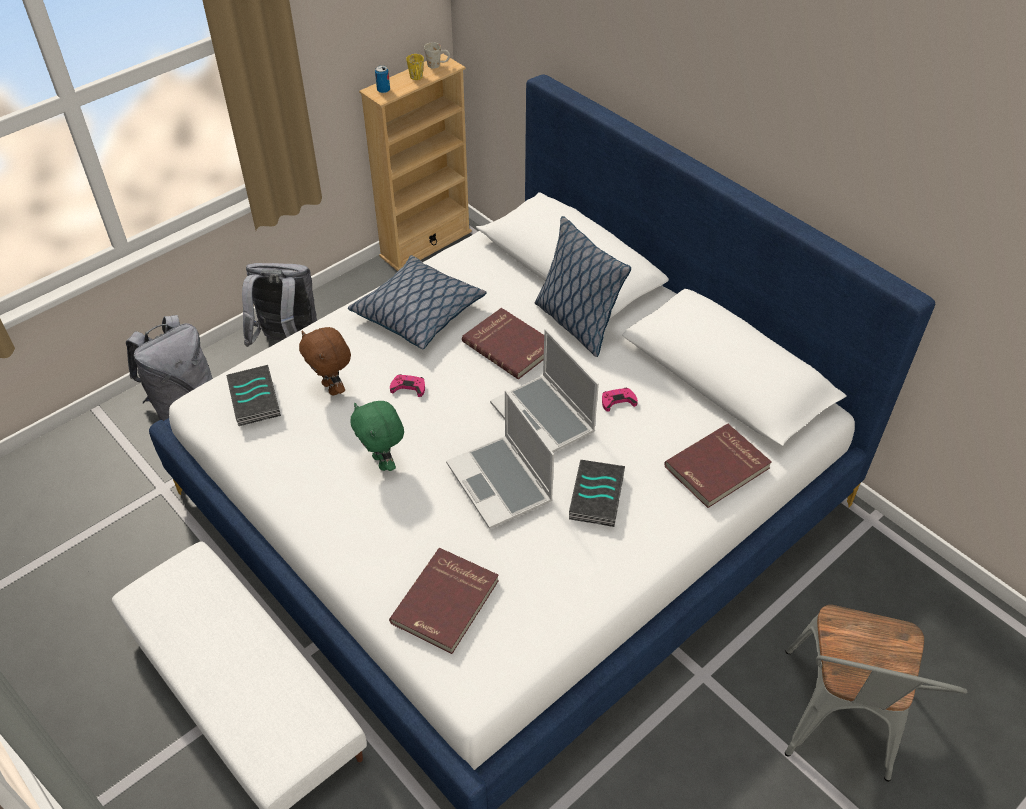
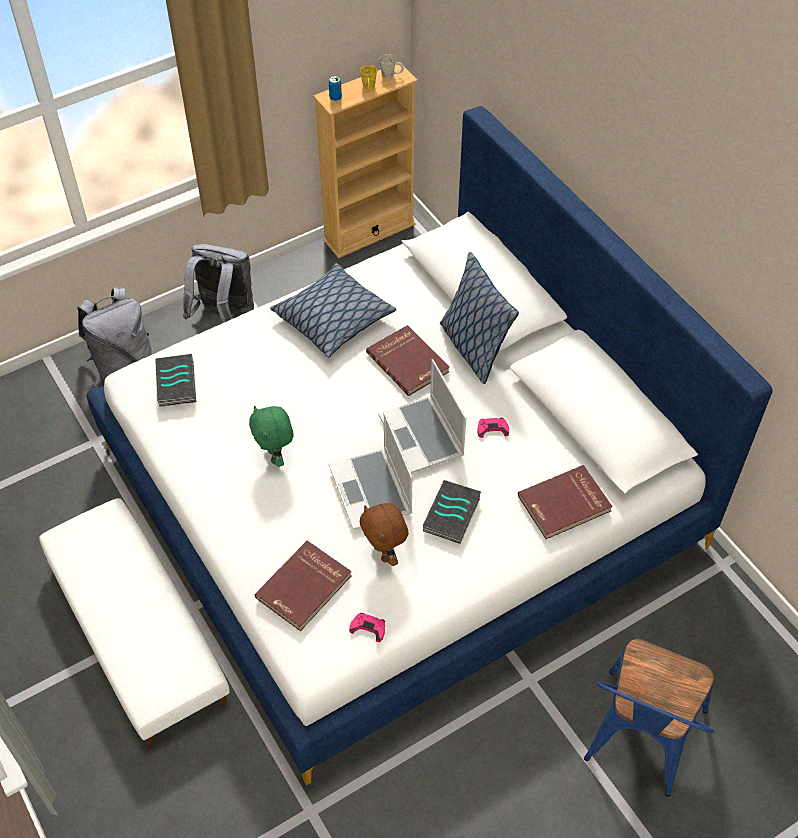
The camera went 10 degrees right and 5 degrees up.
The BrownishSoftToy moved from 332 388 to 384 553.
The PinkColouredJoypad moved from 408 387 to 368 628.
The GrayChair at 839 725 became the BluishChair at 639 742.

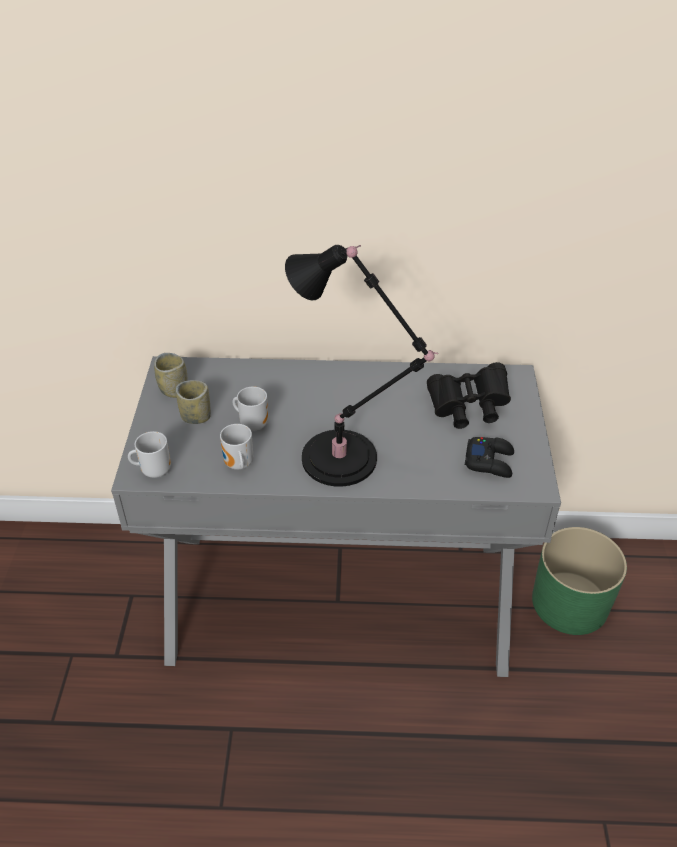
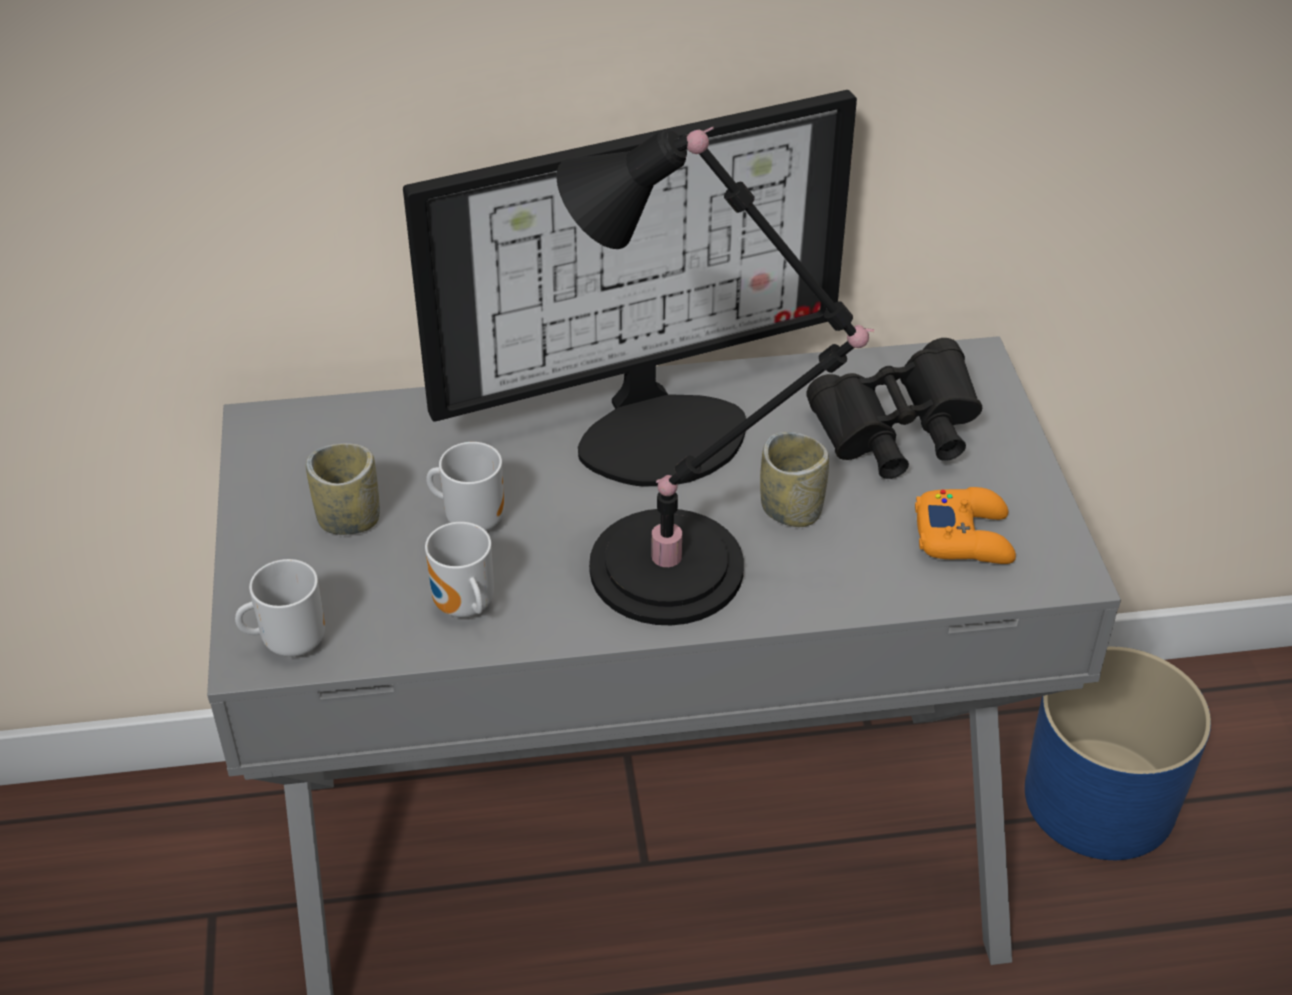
The camera went 10 degrees left and 0 degrees up.
The ComputerScreen at 659 427 appeared.
The SmallCup moved from 173 390 to 791 510.
The BlackJoypad at 489 461 became the OrangeJoypad at 965 536.
The GreenishPlanter at 570 602 became the BluishPlanter at 1101 798.

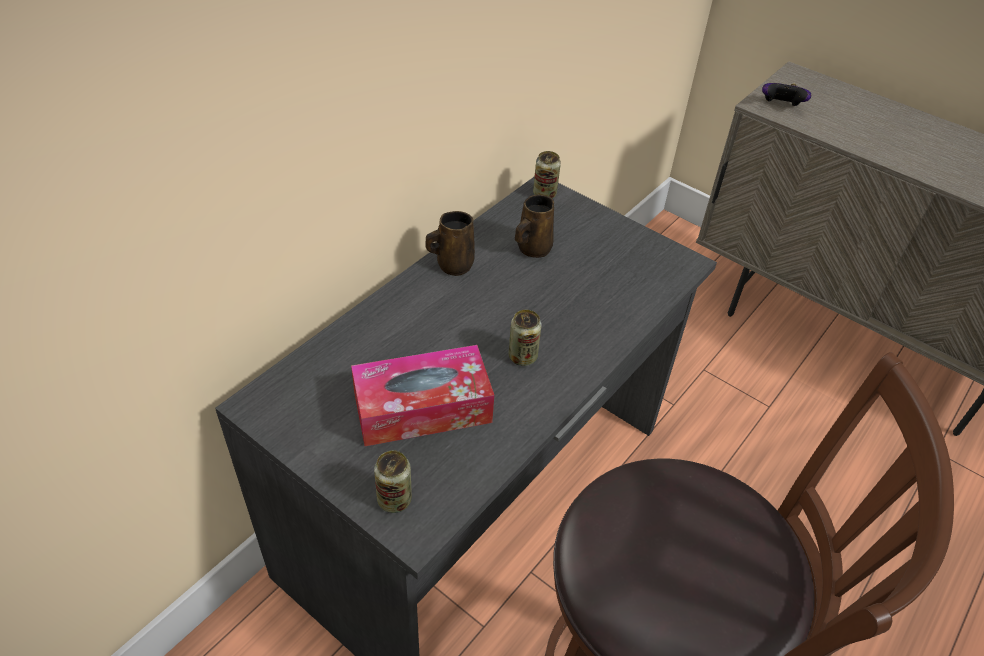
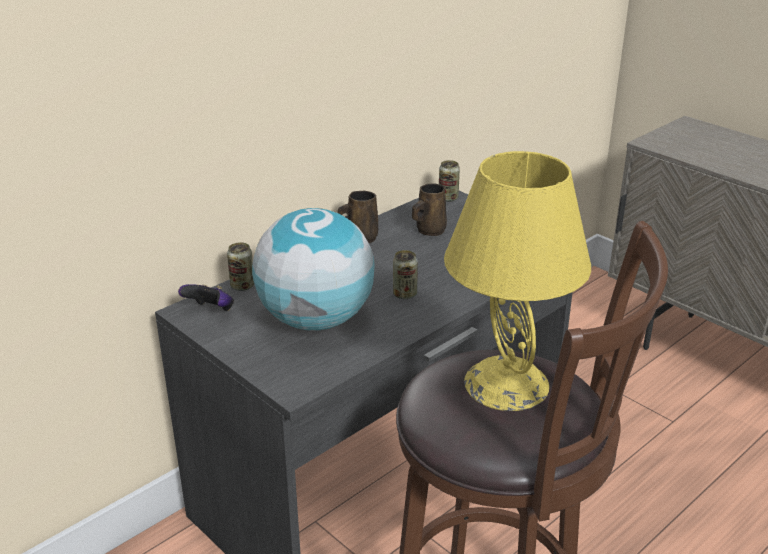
The camera went 10 degrees right and 15 degrees down.
The YellowTableLamp at 505 383 appeared.
The SealedCan moved from 394 499 to 242 286.
The Joypad moved from 780 107 to 211 311.
The TissueBox at 422 408 was replaced by the Globe at 316 320.

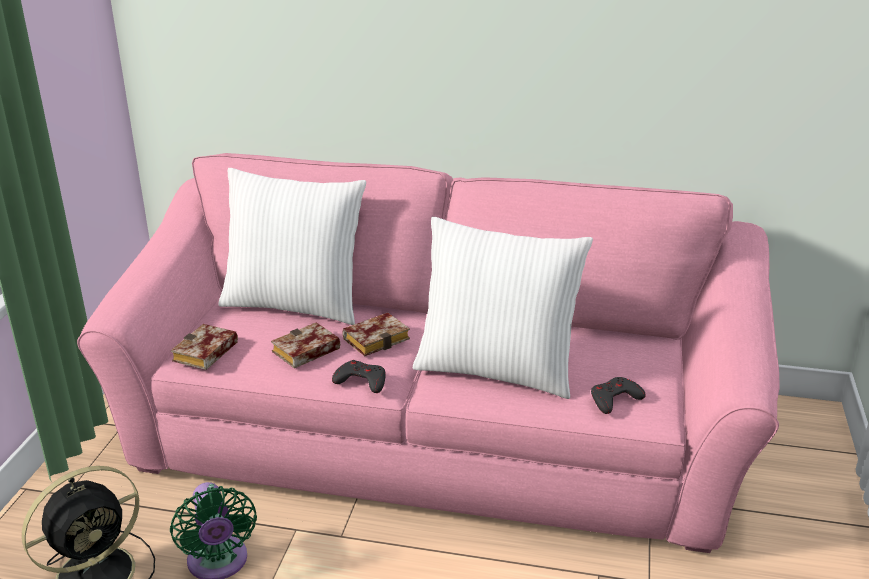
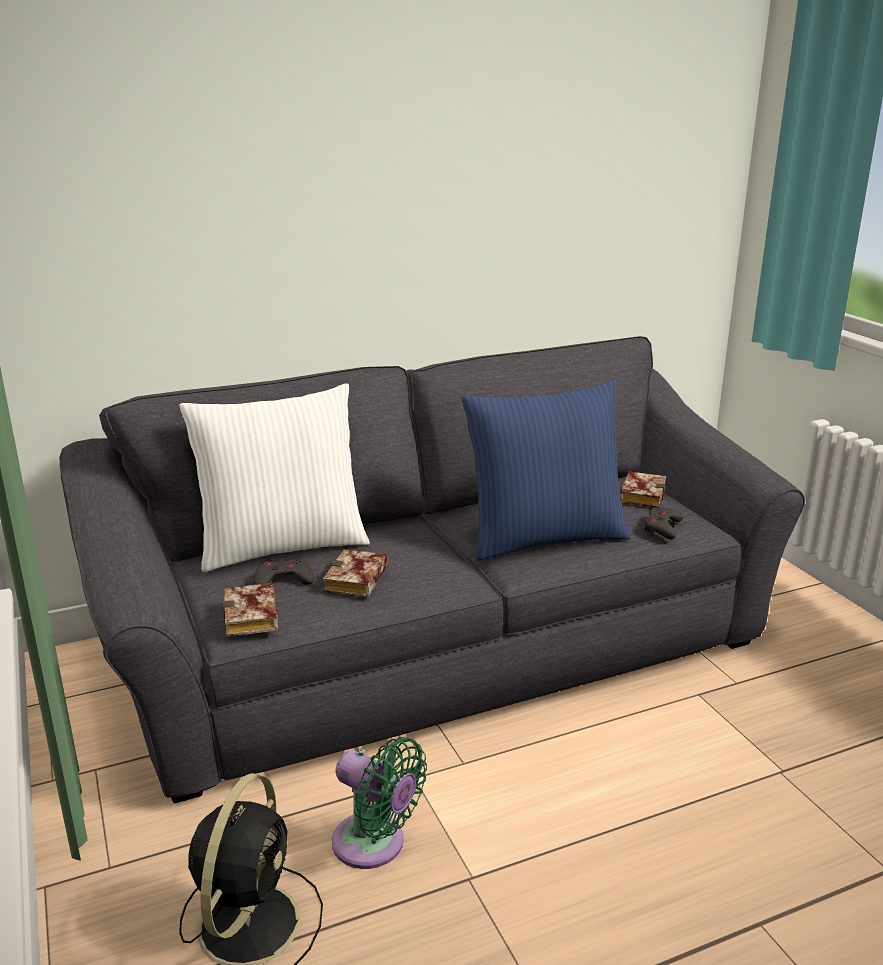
The camera went 35 degrees left and 5 degrees down.
The GrayJoypad moved from 361 381 to 283 580.
The Book moved from 377 338 to 640 494.
The PinkColouredSettee at 435 431 became the GraySettee at 441 642.
The WhiteColouredThrowPillow at 497 369 became the BluishThrowPillow at 544 538.

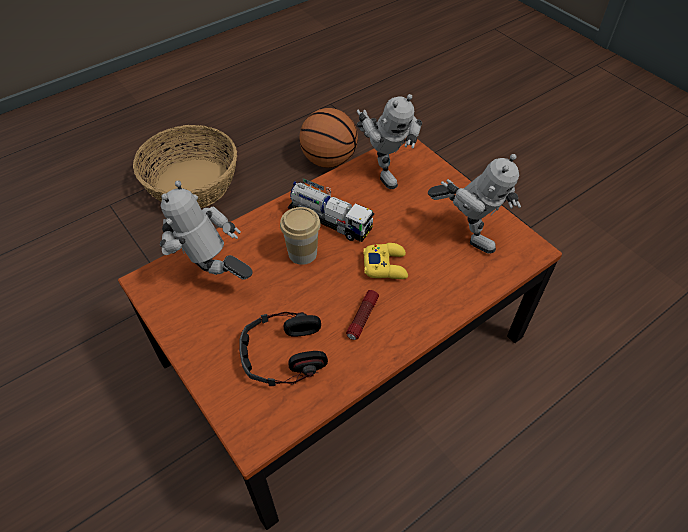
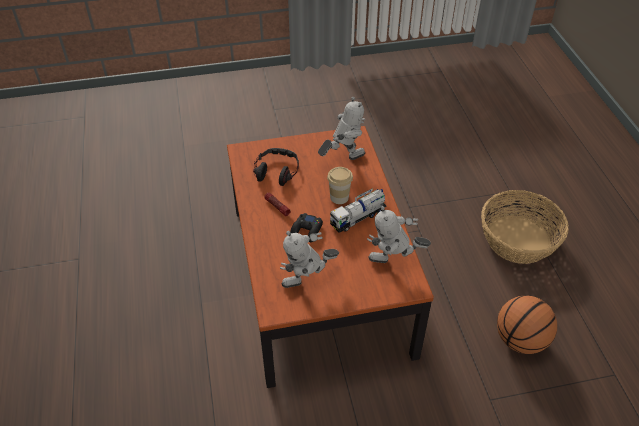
The camera went 115 degrees right and 5 degrees down.
The YellowJoypad at 386 265 became the BlackJoypad at 307 230.

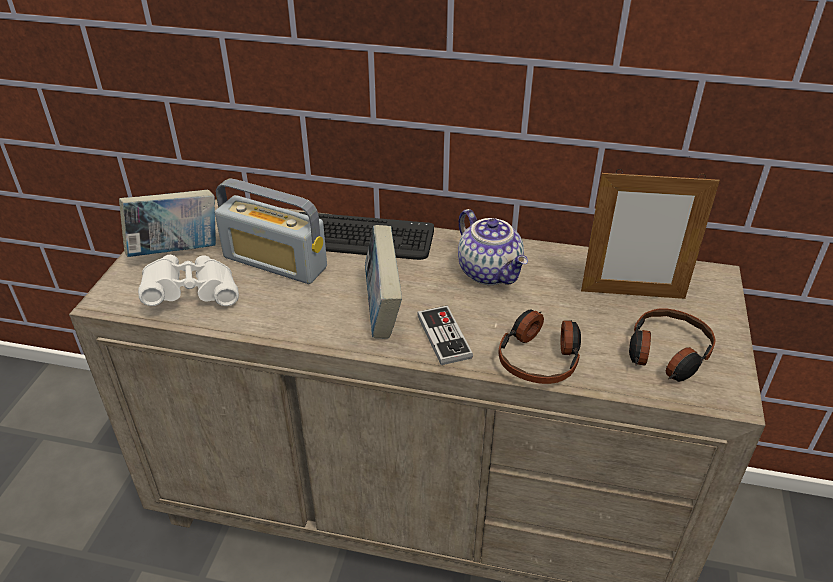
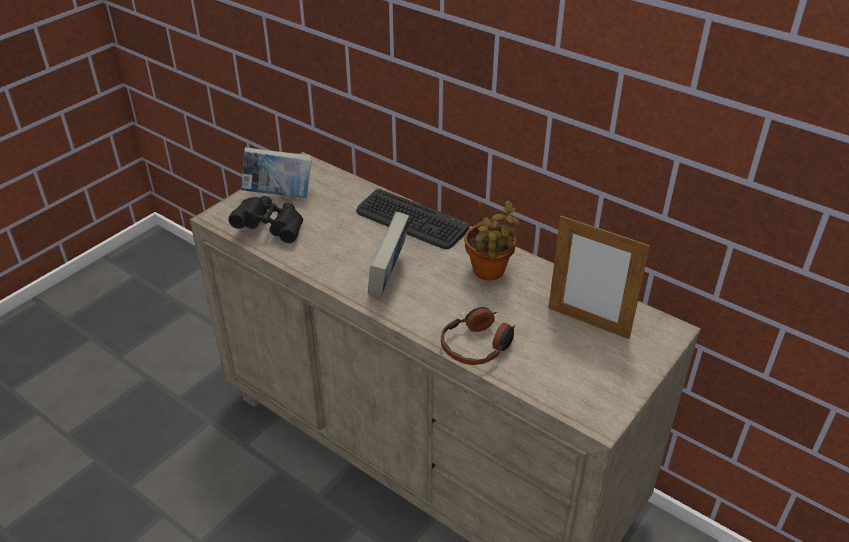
The camera went 25 degrees right and 0 degrees up.
The Radio at 275 262 disappeared.
The Joypad at 444 336 disappeared.
The PairOfHeadphones at 666 354 disappeared.
The TeaPot at 491 272 was replaced by the Houseplant at 489 273.
The WhiteColouredPairOfBinoculars at 192 294 became the BlackPairOfBinoculars at 271 228.

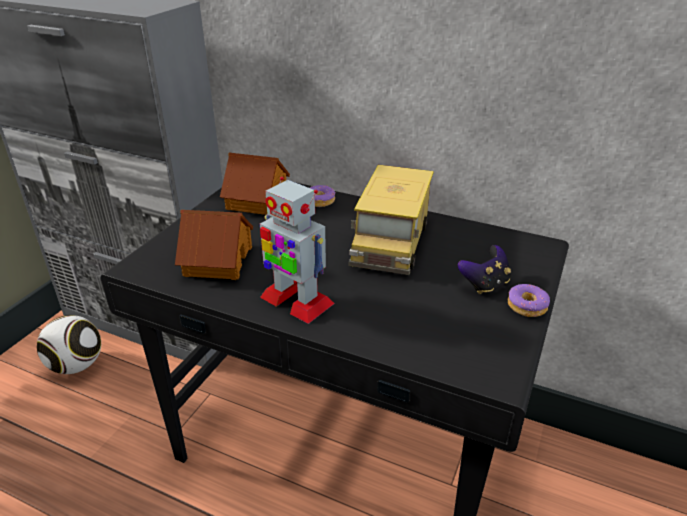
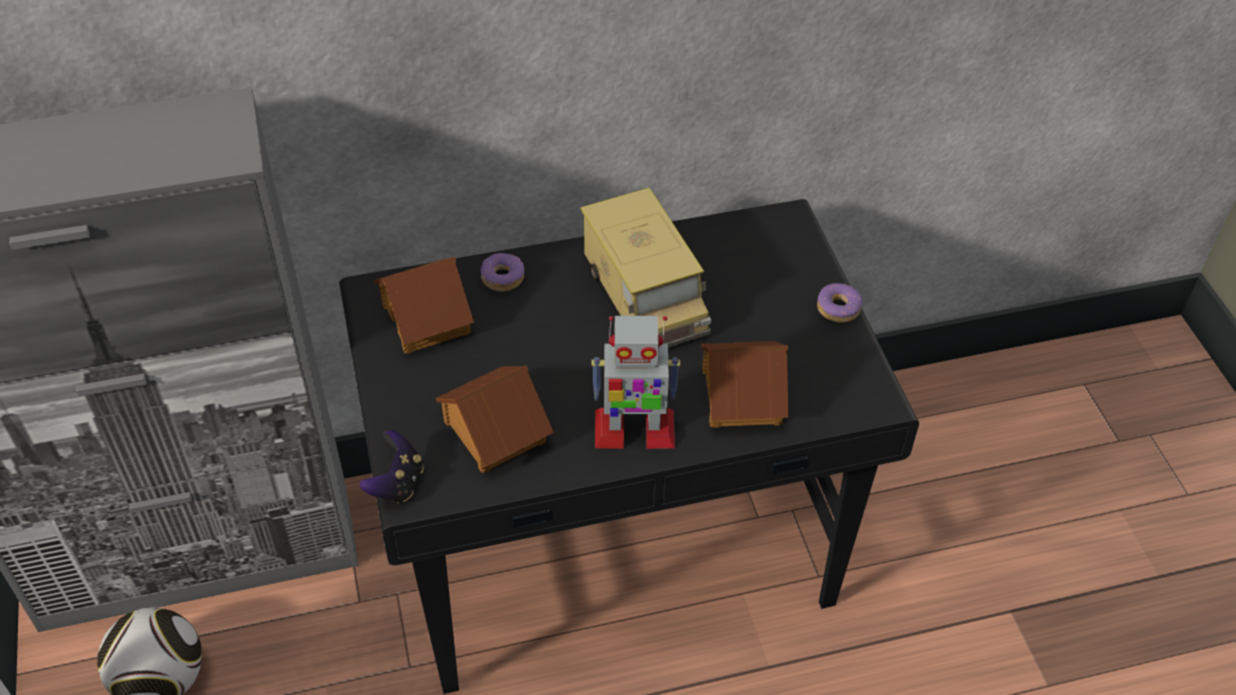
The camera went 40 degrees left and 15 degrees up.
The ToyHouse at 740 395 appeared.
The Joypad moved from 484 284 to 397 483.

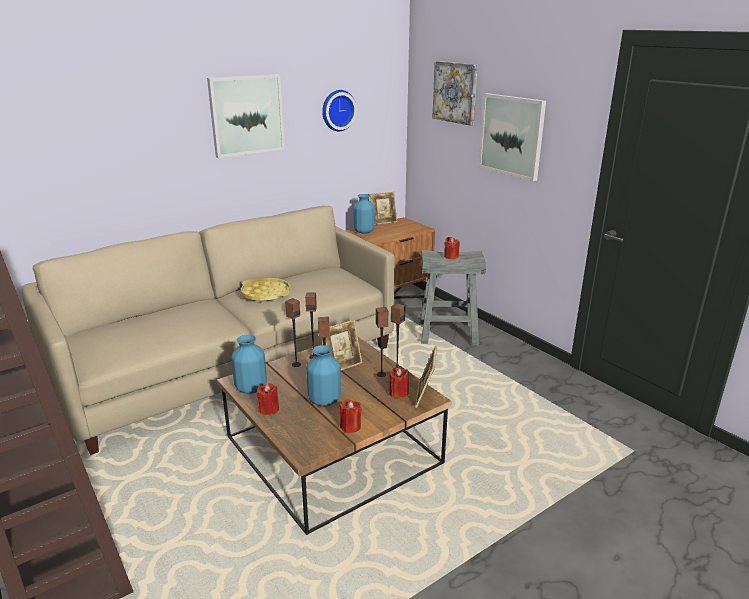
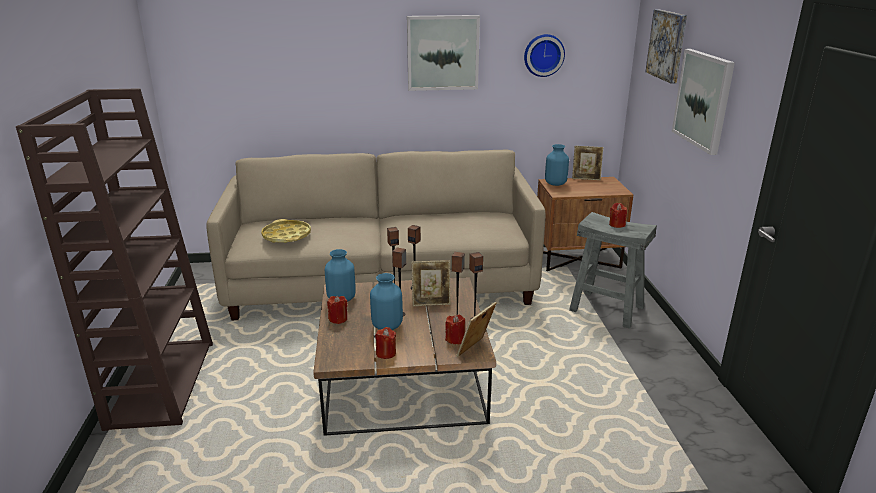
The camera went 30 degrees right and 0 degrees up.
The YellowTray moved from 265 294 to 286 236.

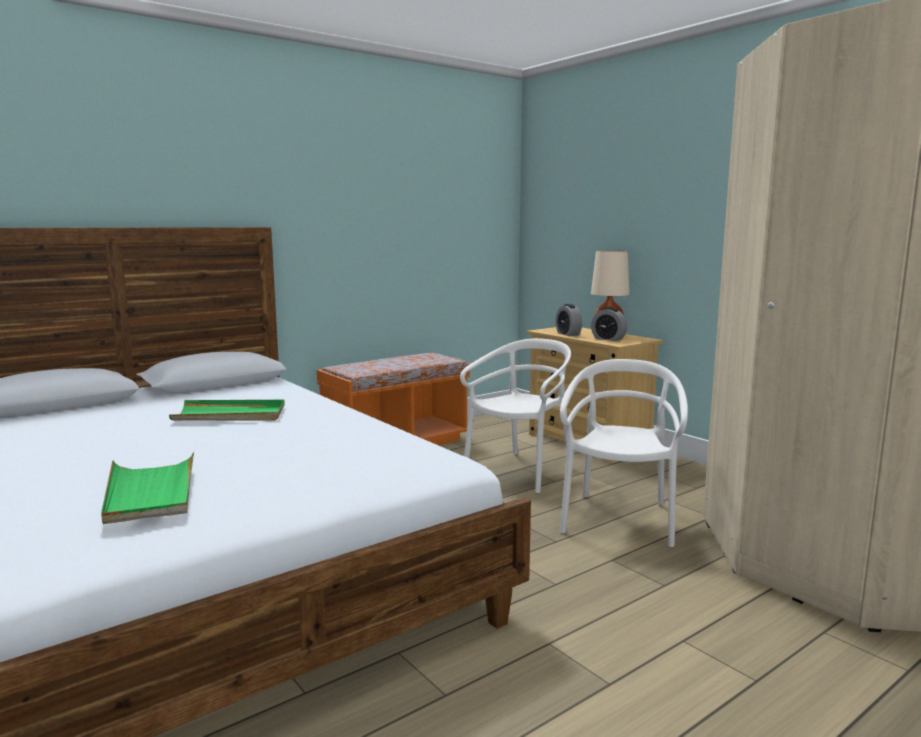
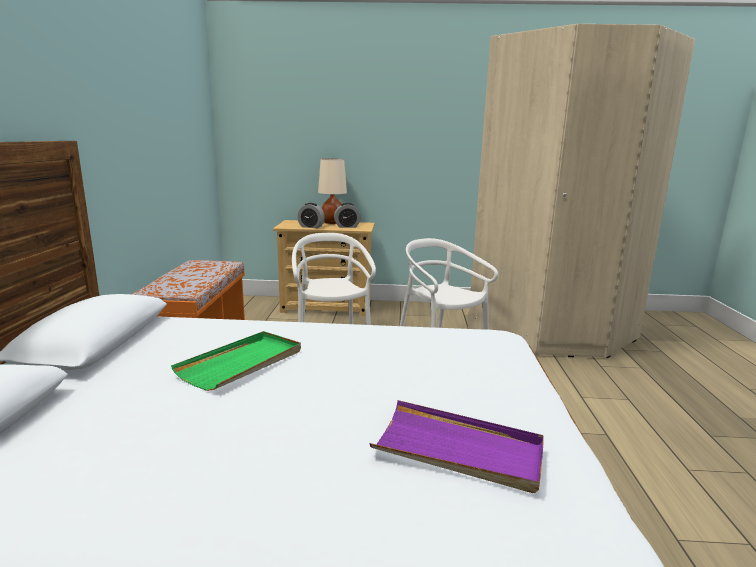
The camera went 50 degrees left and 5 degrees up.
The GreenishTray at 150 492 became the PurpleTray at 458 450.

